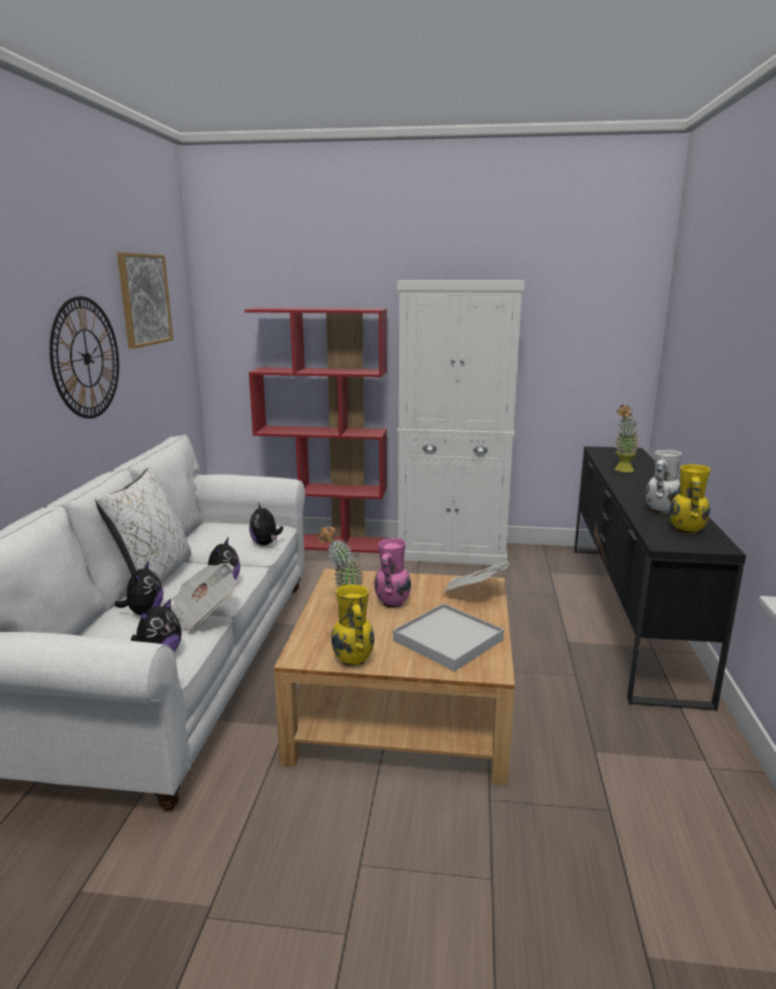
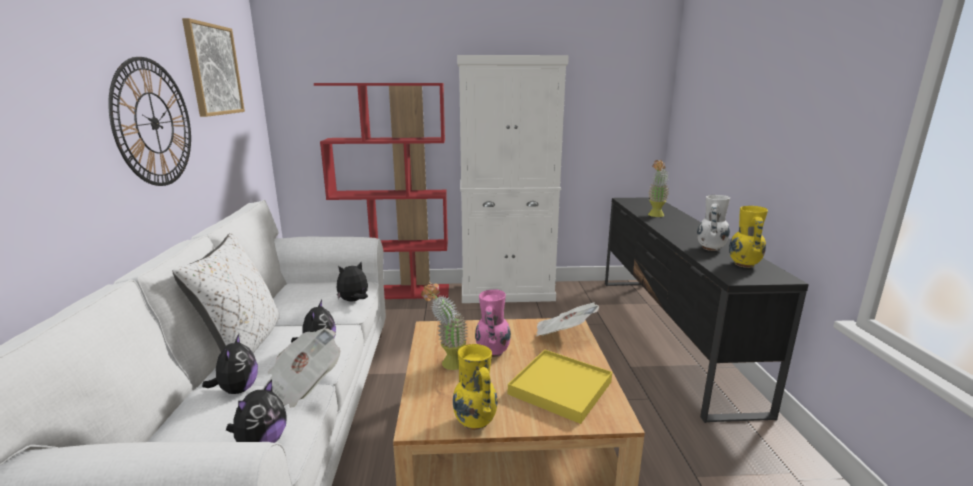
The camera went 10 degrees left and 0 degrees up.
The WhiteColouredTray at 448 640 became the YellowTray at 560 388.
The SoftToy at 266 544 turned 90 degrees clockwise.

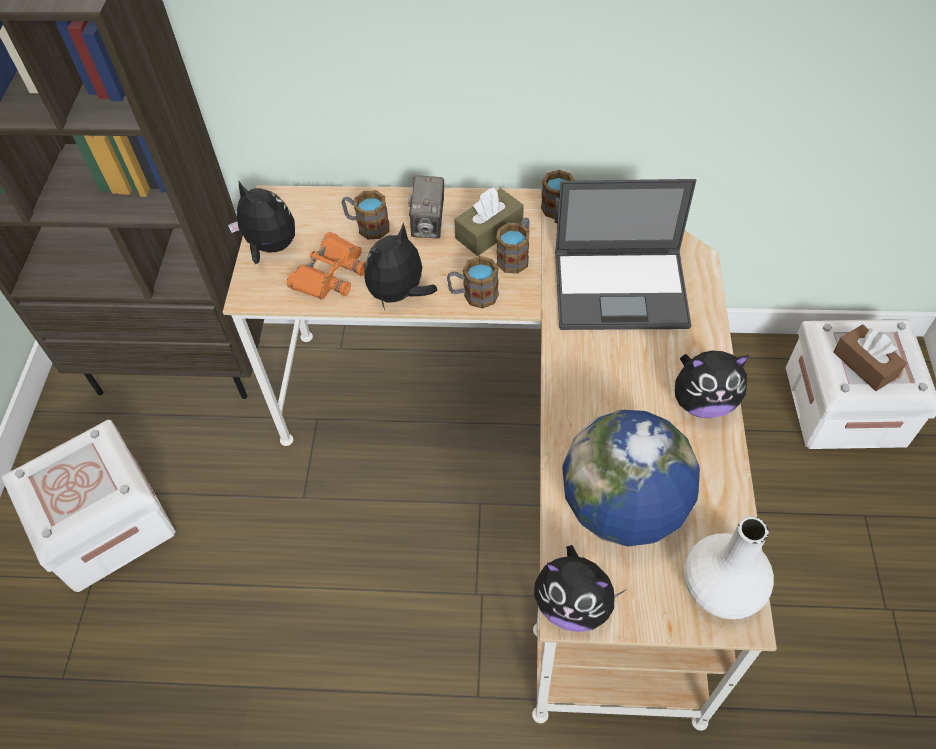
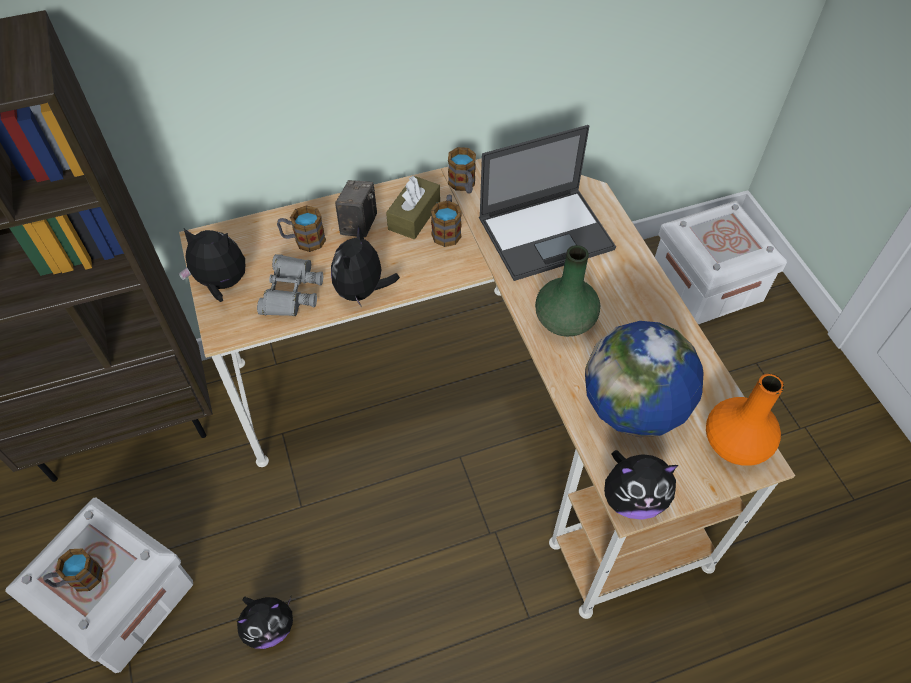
The camera went 25 degrees left and 0 degrees up.
The BrownishTissueBox at 864 364 disappeared.
The GreenishVase at 565 321 appeared.
The Mug moved from 473 295 to 79 579.
The SoftToy moved from 703 402 to 269 627.
The OrangePairOfBinoculars at 330 273 became the GrayPairOfBinoculars at 291 291.
The WhiteColouredVase at 721 586 became the OrangeVase at 734 443.
The StillCamera at 429 225 turned 150 degrees counterclockwise.

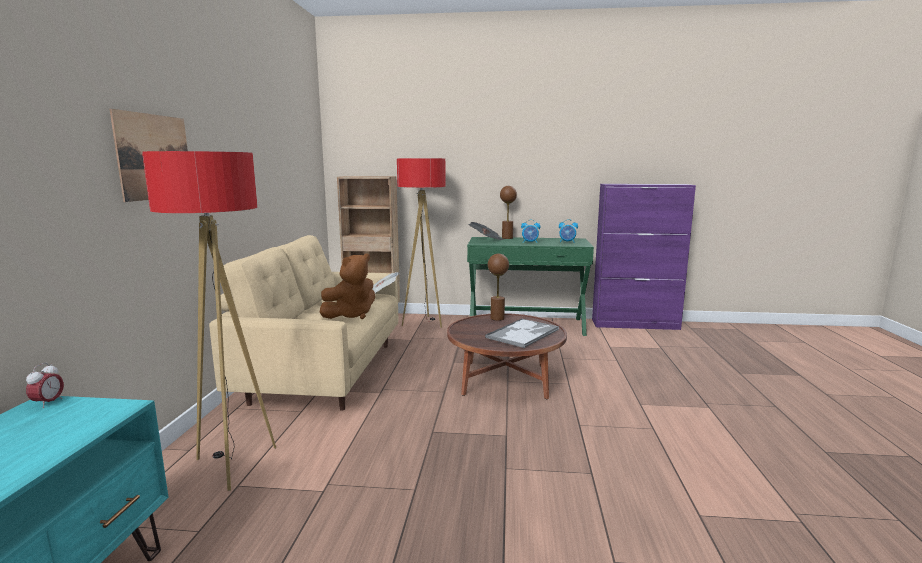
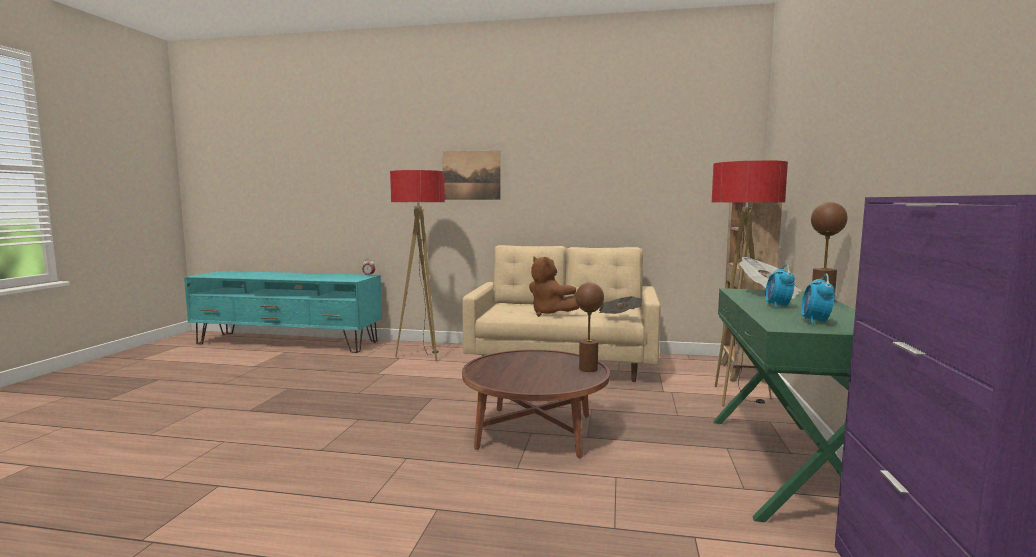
The camera went 95 degrees right and 5 degrees down.
The Tray at 523 333 disappeared.

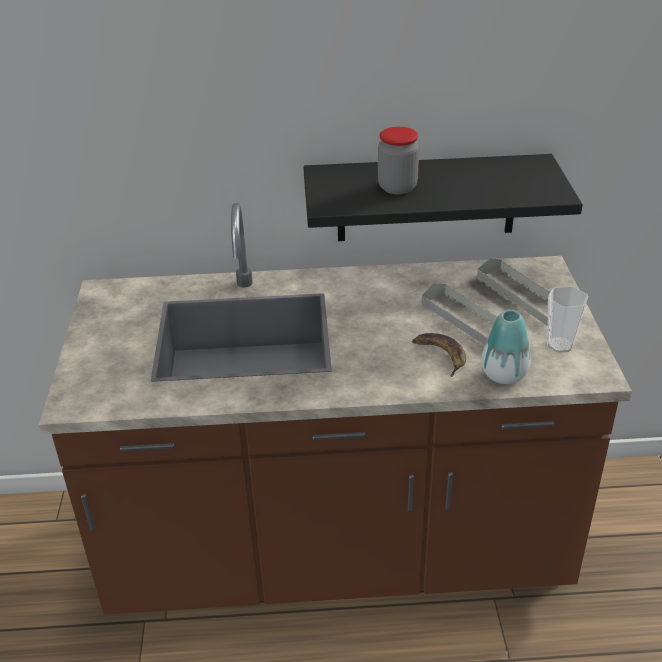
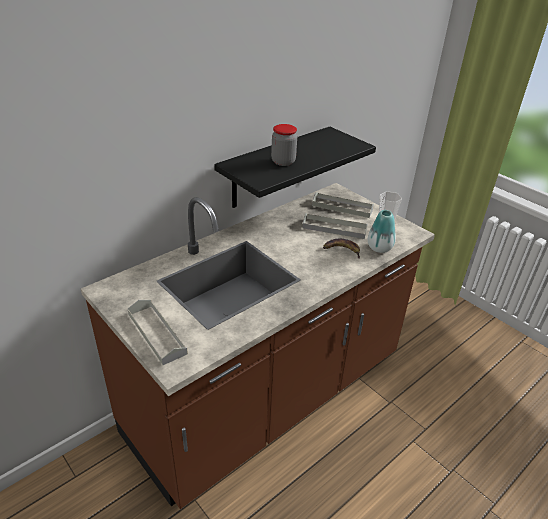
The camera went 40 degrees left and 0 degrees up.
The GrayTray at 156 333 appeared.

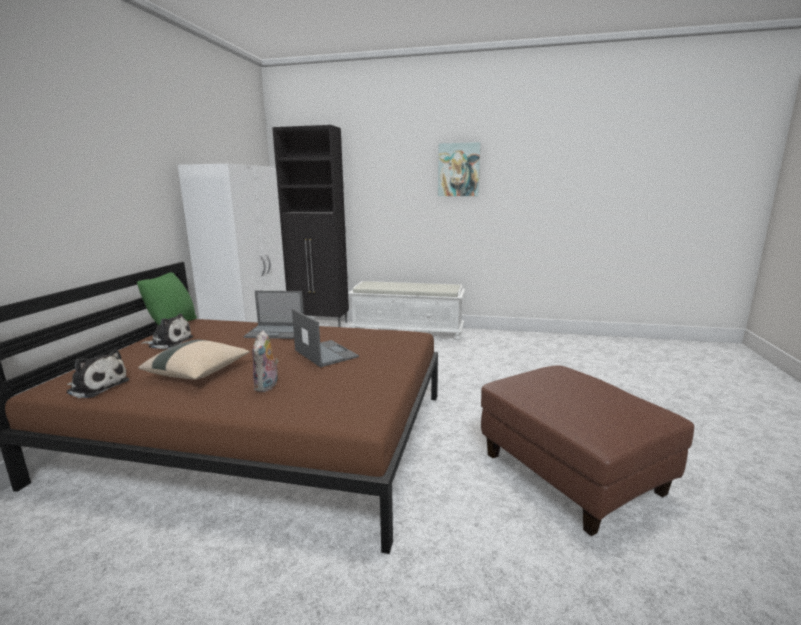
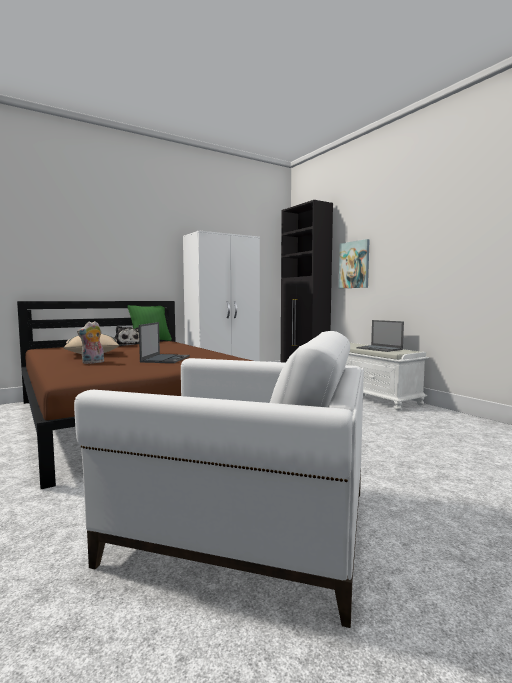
The camera went 45 degrees right and 10 degrees down.
The SoftToy at 97 387 disappeared.
The PortableComputer moved from 276 332 to 380 349.
The WallArt moved from 458 170 to 354 265.
The BrownishOttoman at 571 475 was replaced by the WhiteColouredLoungeChair at 244 524.

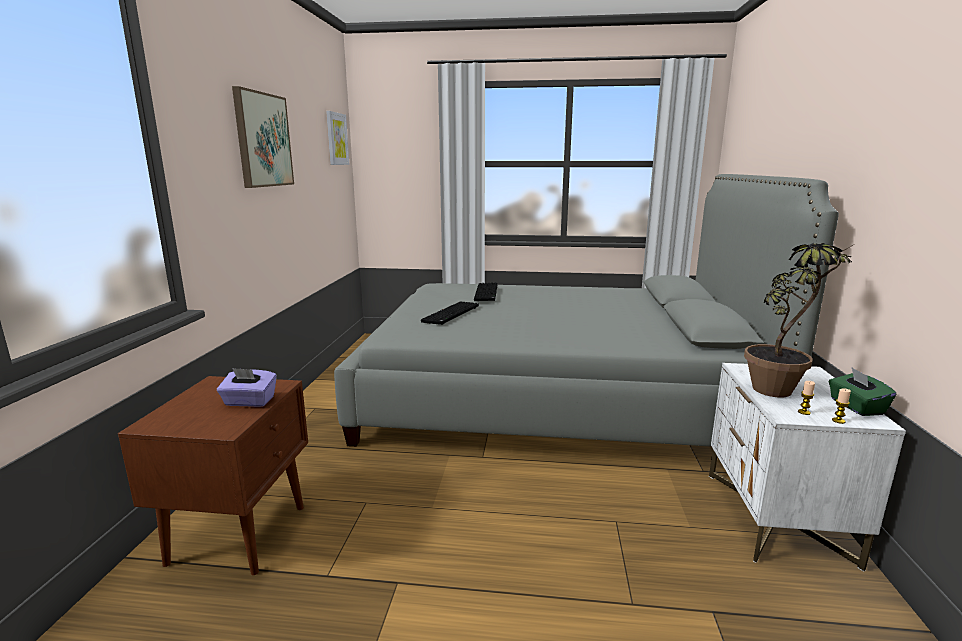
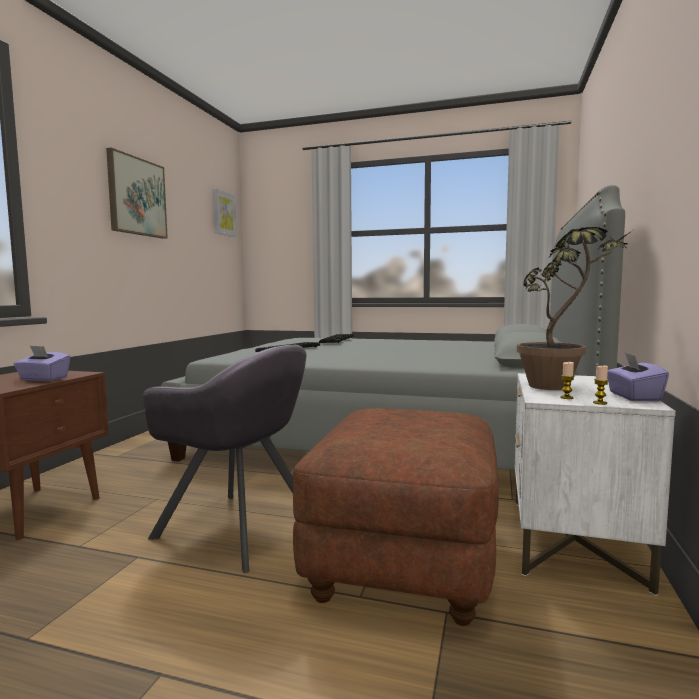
The camera went 10 degrees right and 10 degrees down.
The GrayLoungeChair at 237 528 appeared.
The BrownishOttoman at 404 560 appeared.
The GreenishTissueBox at 856 407 became the PurpleTissueBox at 633 397.

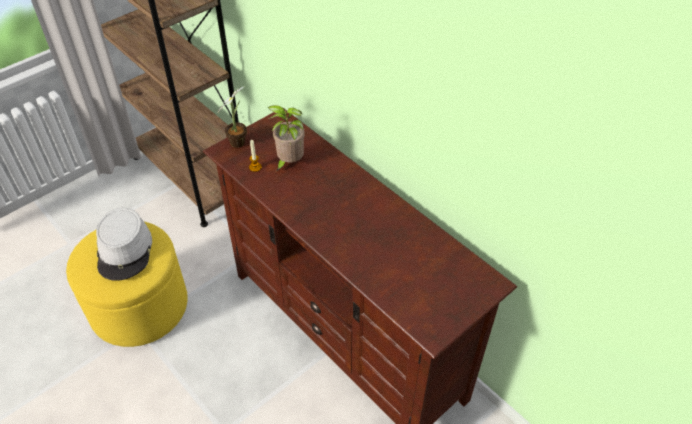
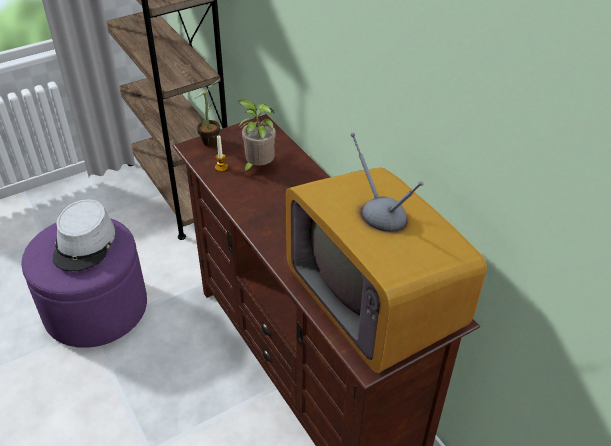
The camera went 10 degrees right and 5 degrees down.
The Tv at 374 303 appeared.
The YellowOttoman at 139 306 became the PurpleOttoman at 96 308.

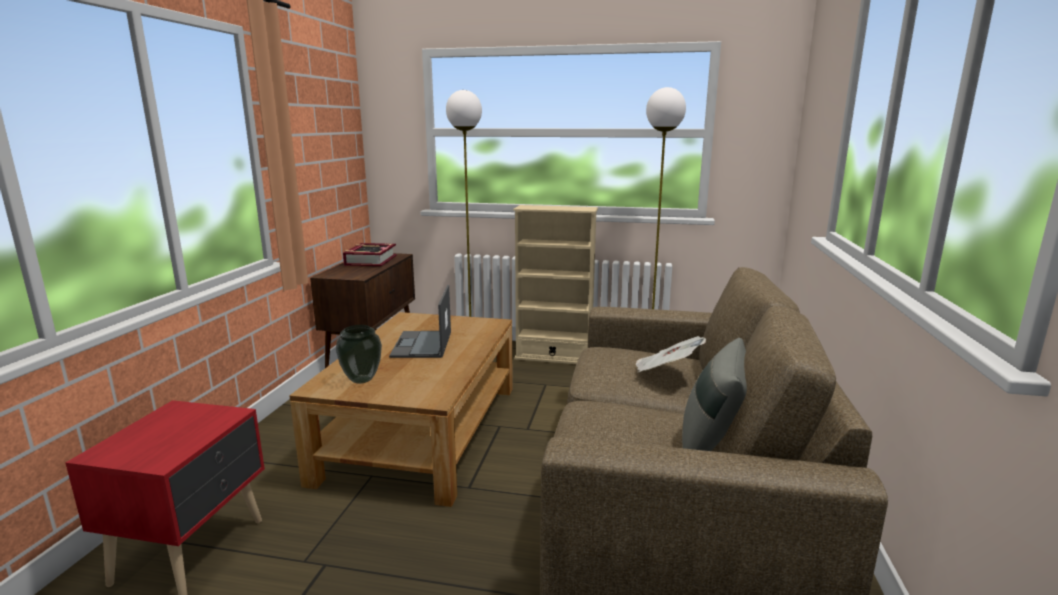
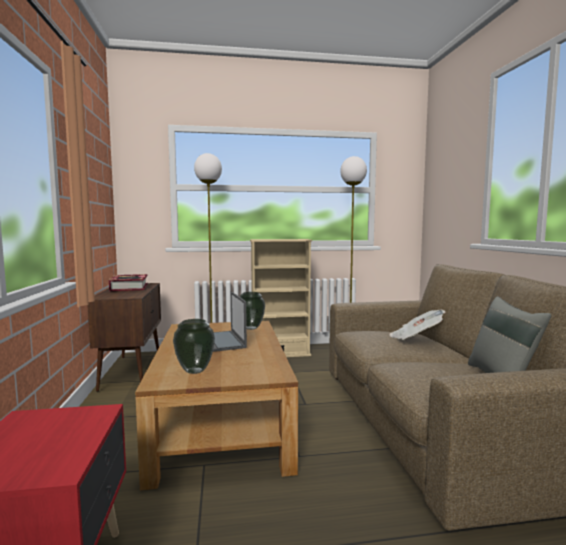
The camera went 20 degrees left and 10 degrees down.
The Vase at 251 328 appeared.

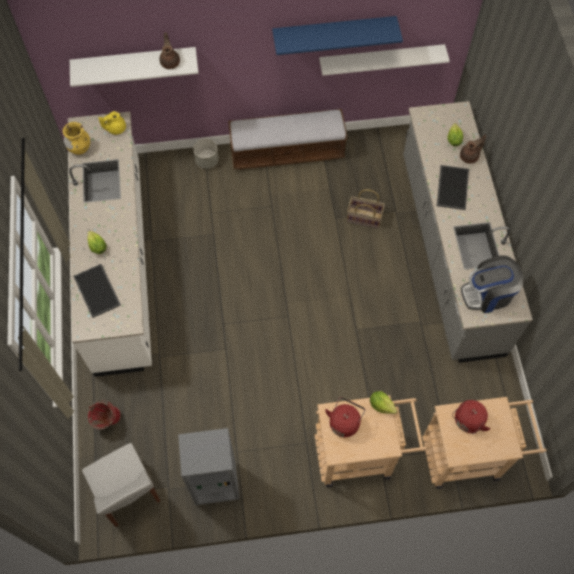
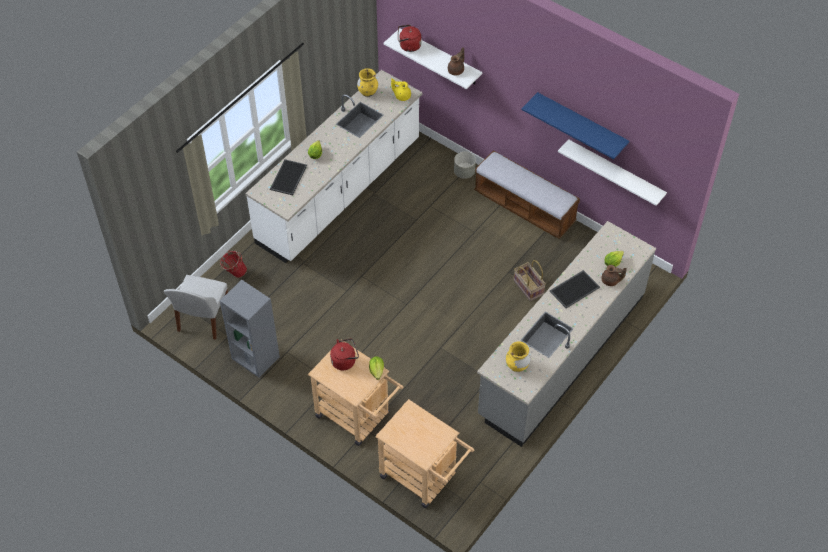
The camera went 45 degrees right and 10 degrees down.
The RedTeaKettle moved from 467 422 to 408 46.
The CoffeeMaker at 488 294 was replaced by the YellowVase at 517 366.

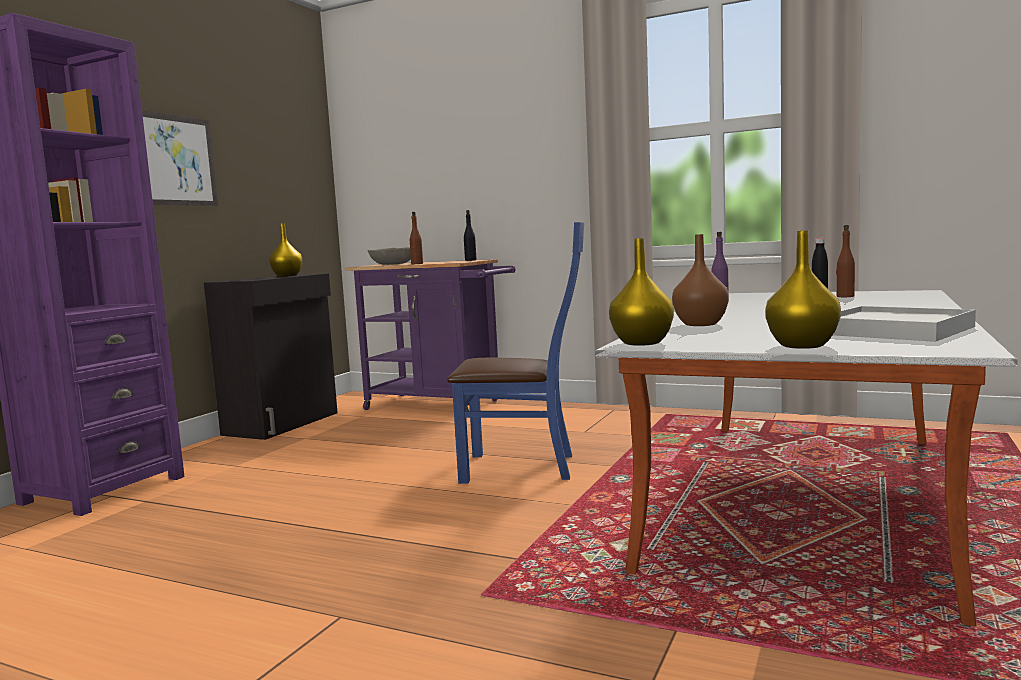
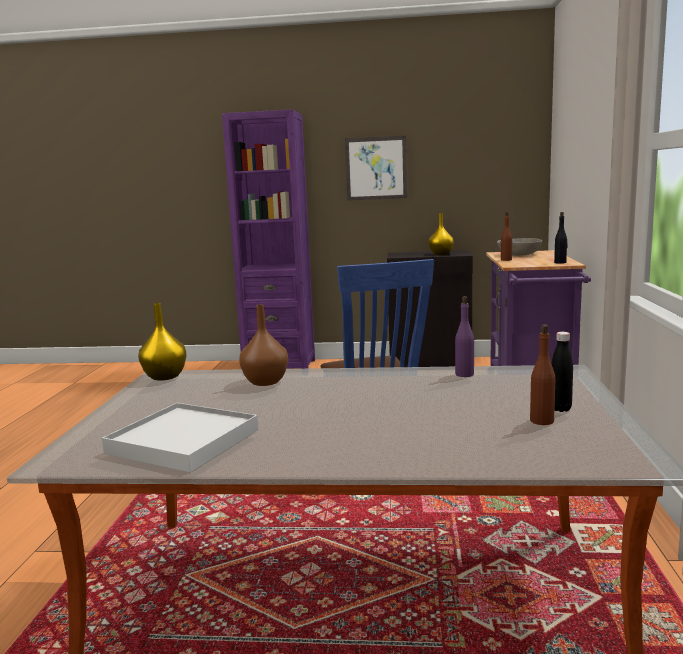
The camera went 70 degrees right and 5 degrees up.
The YellowVase at 801 346 disappeared.

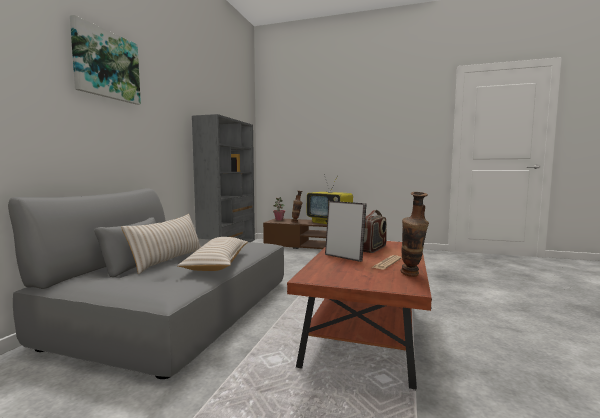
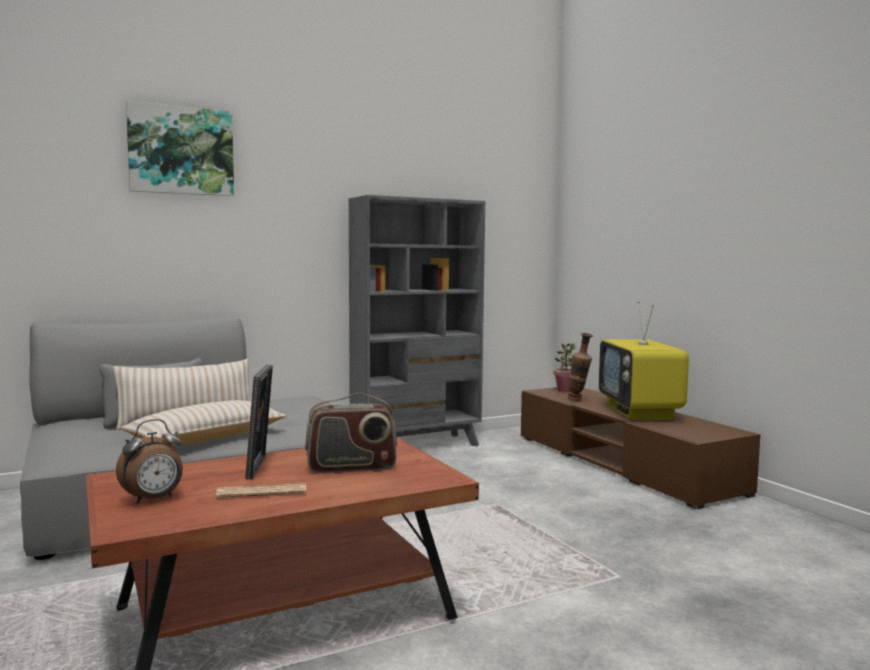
The camera went 45 degrees right and 0 degrees up.
The Vase at 412 276 disappeared.
The AlarmClock at 153 499 appeared.

